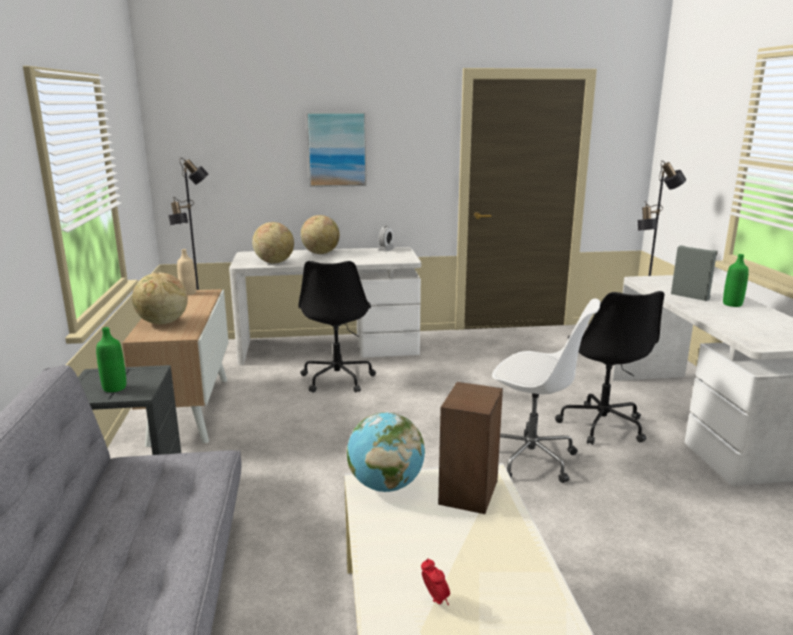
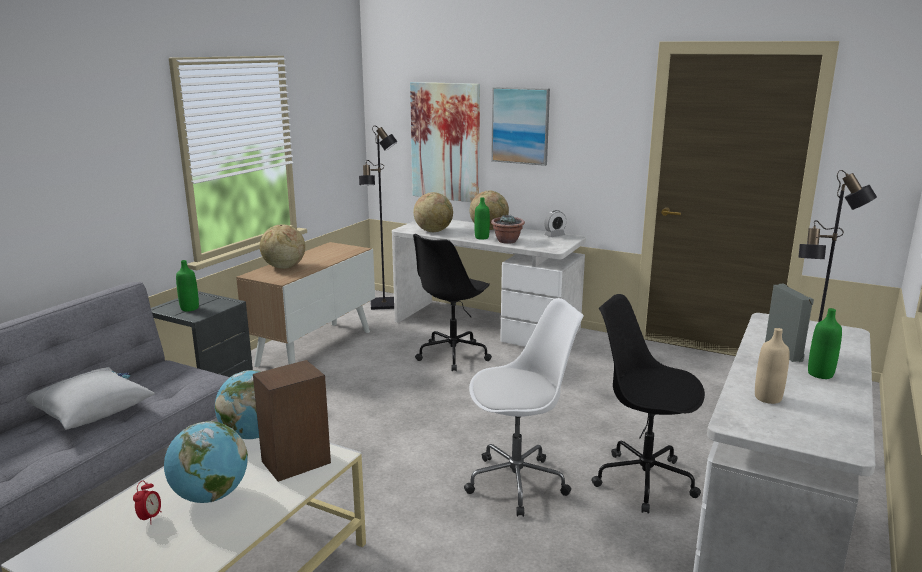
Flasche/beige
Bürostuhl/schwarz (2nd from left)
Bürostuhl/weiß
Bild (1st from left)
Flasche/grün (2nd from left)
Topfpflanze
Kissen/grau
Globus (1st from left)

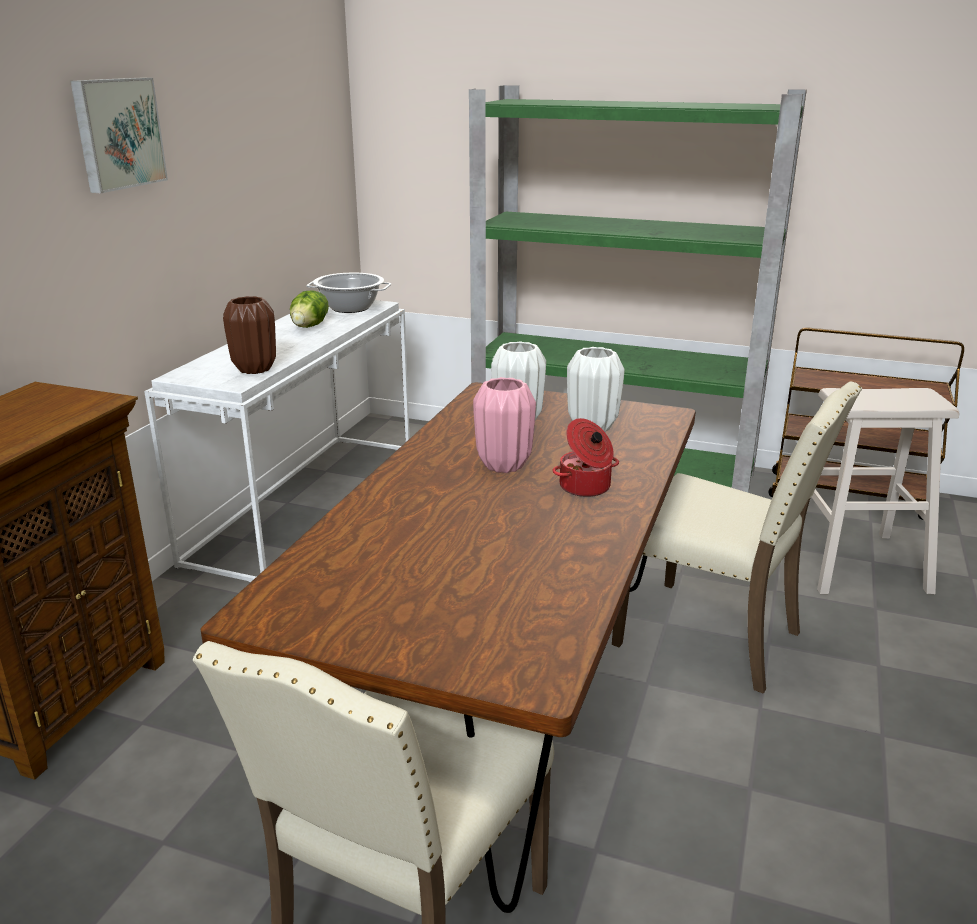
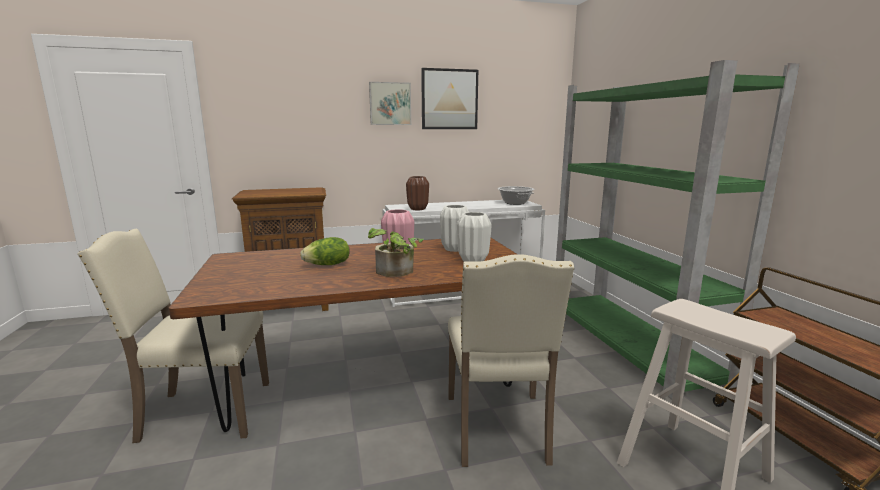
Salatkopf
Topfpflanze
Bild (2nd from left)

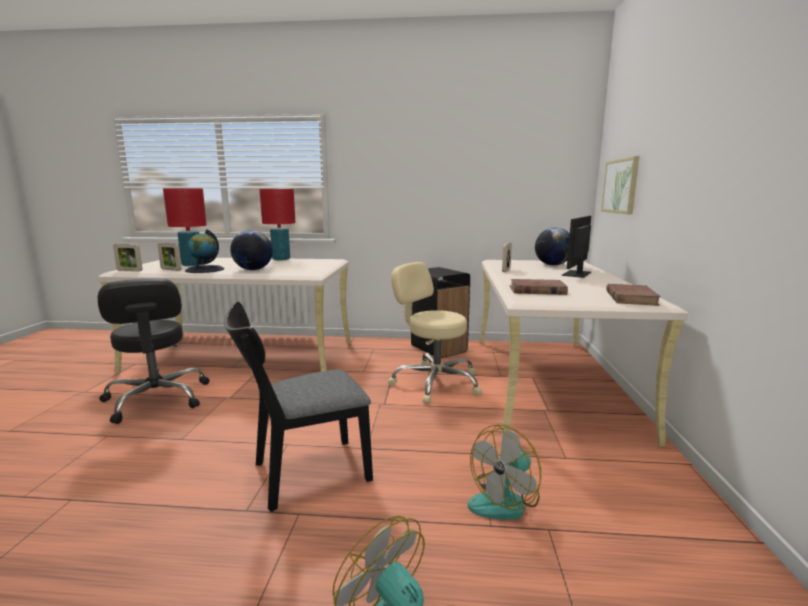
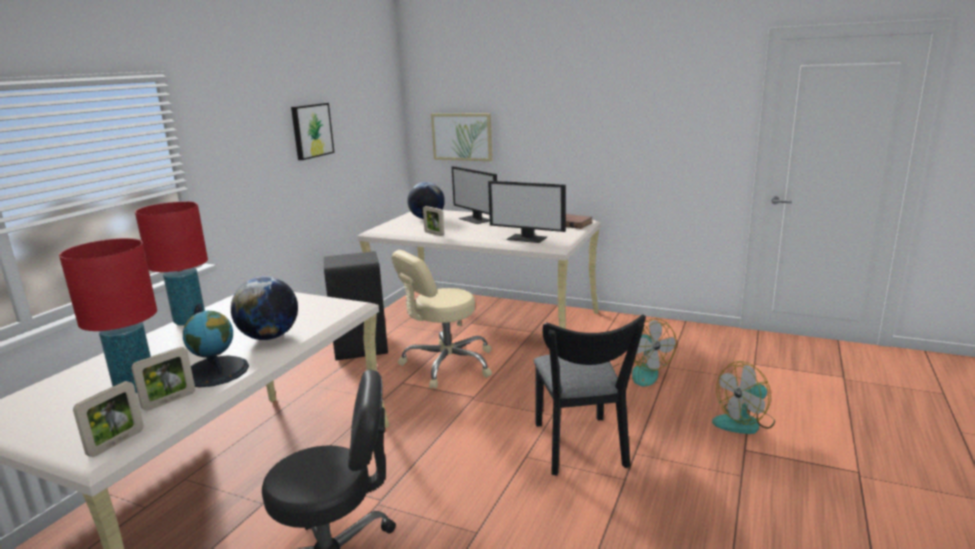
Monitor (2nd from left)
Bild (1st from left)

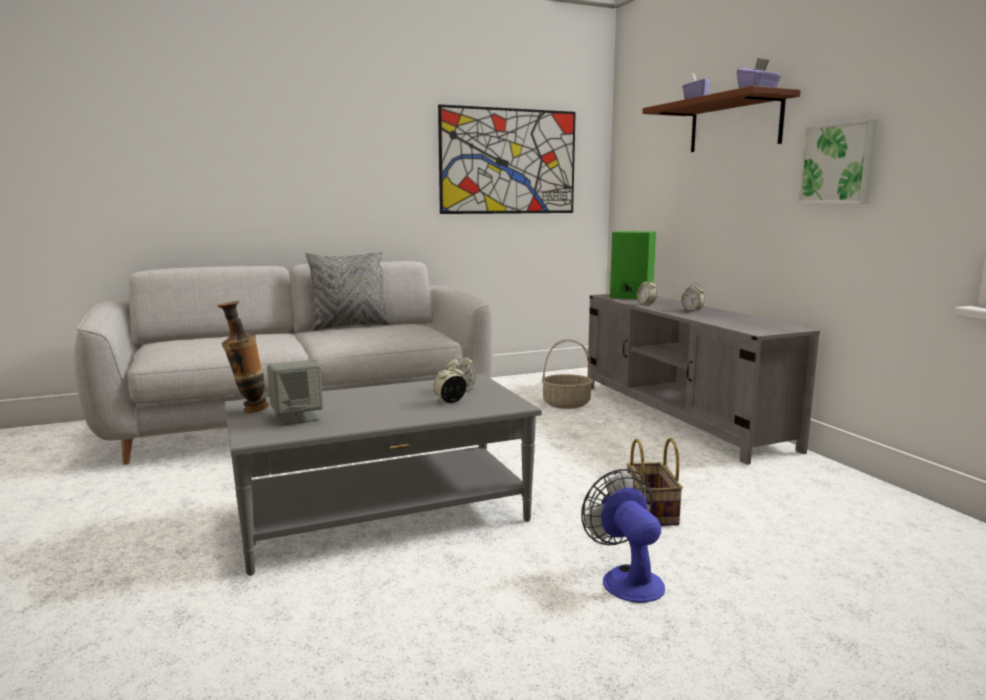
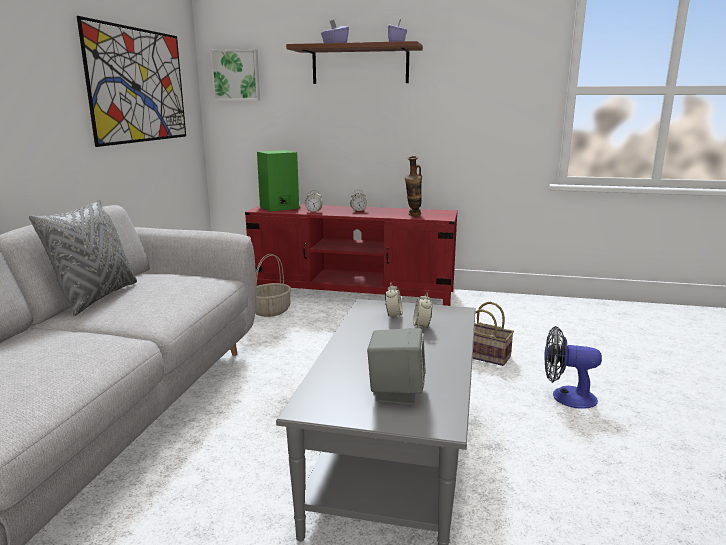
Bild (2nd from left)
Fernsehschrank/rot
Vase

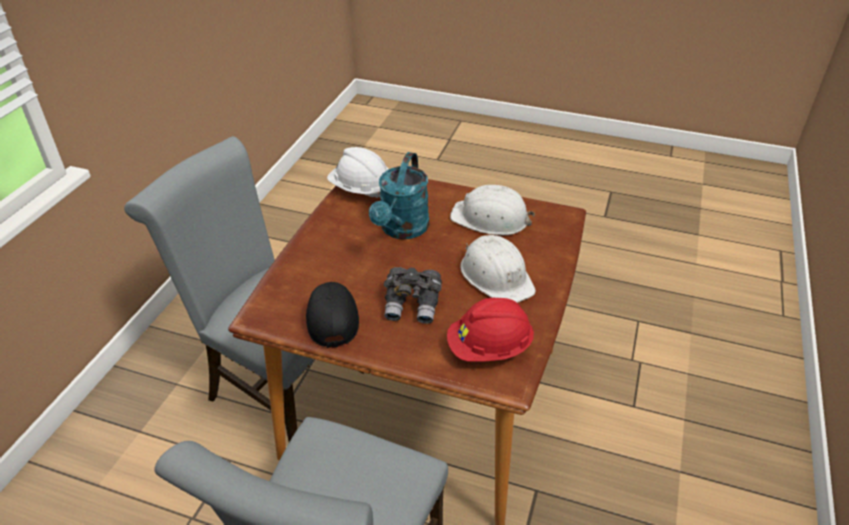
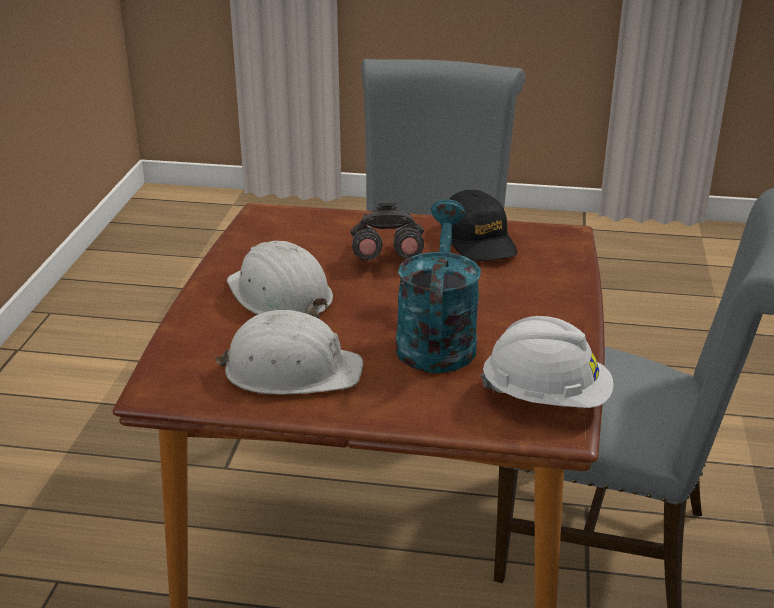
Schutzhelm/rot

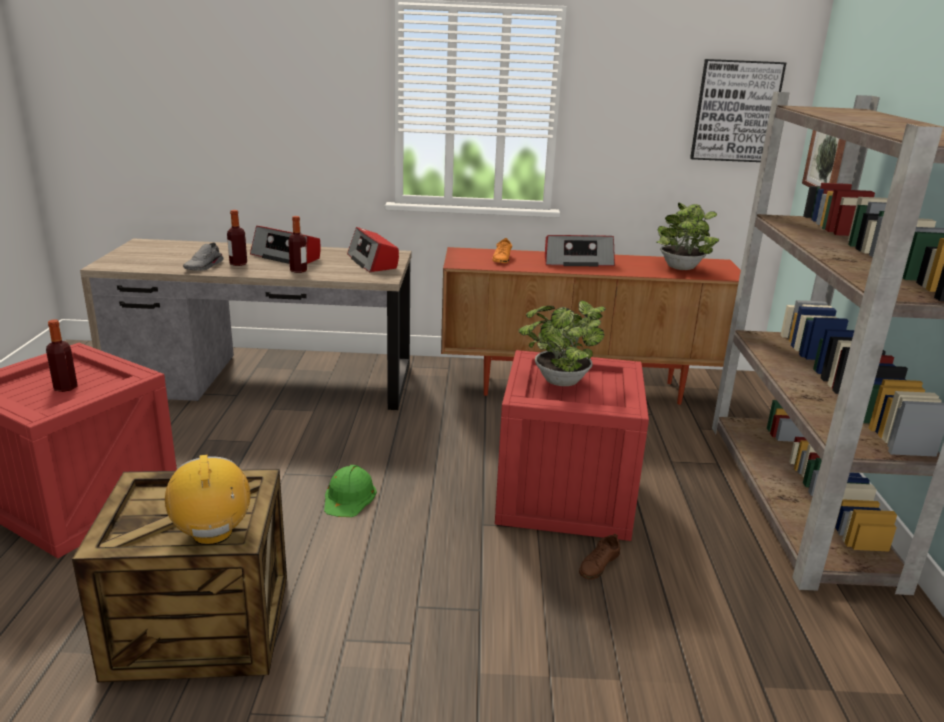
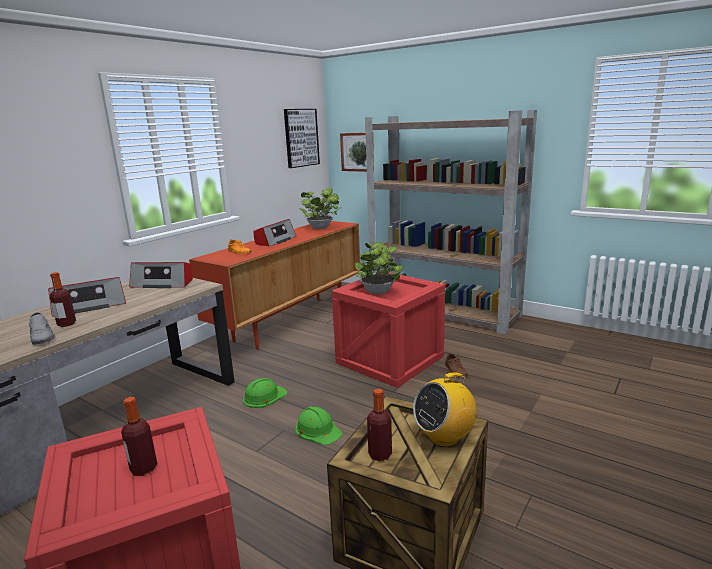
Flasche (3rd from left)
Radio (4th from left)
Schutzhelm/grün (1st from left)

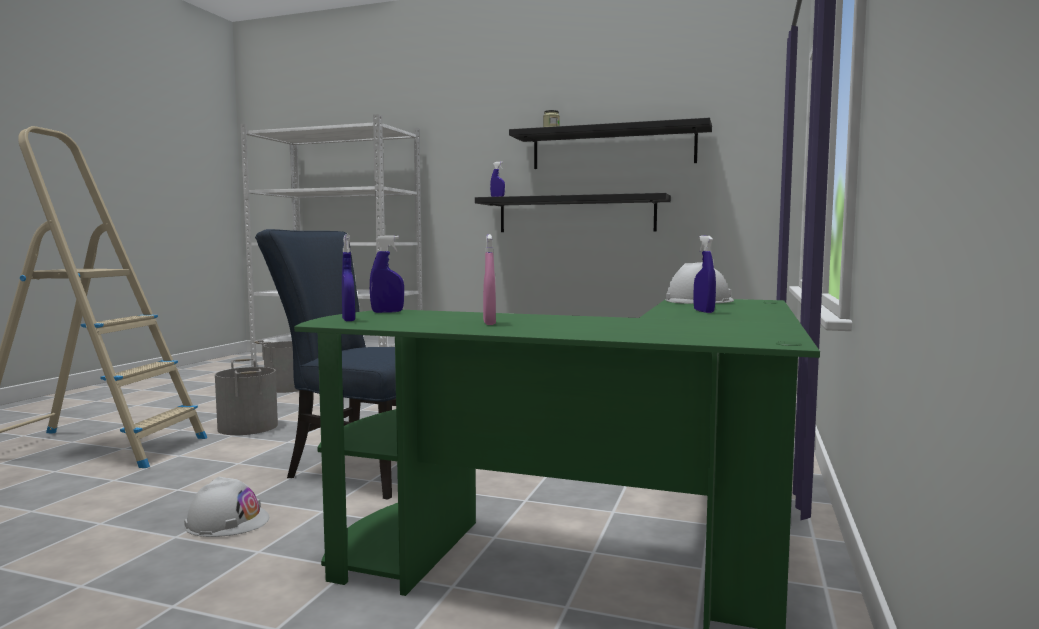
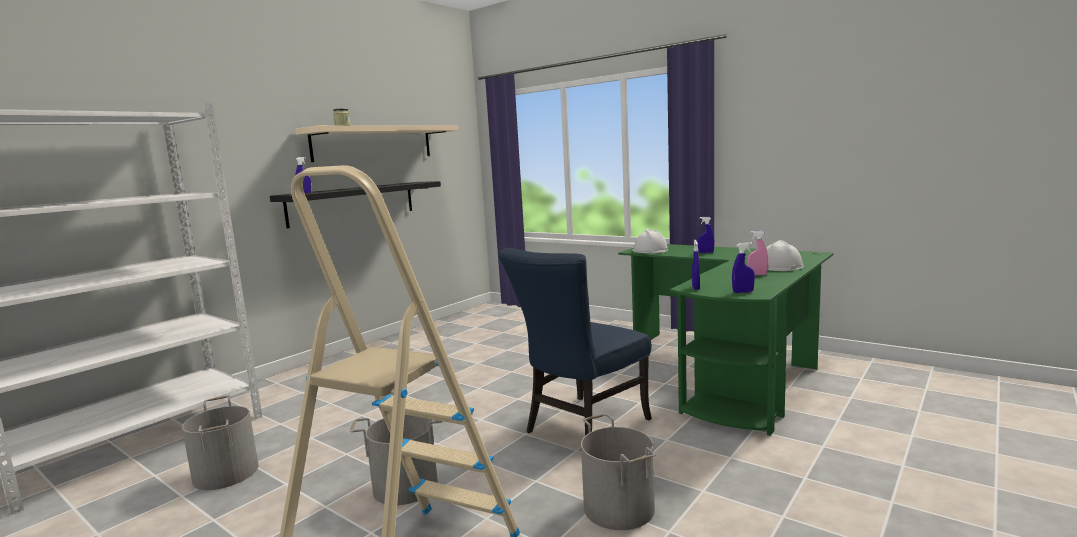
Wandregal/beige
Schutzhelm/weiß (2nd from left)
Eimer/grau (3rd from left)

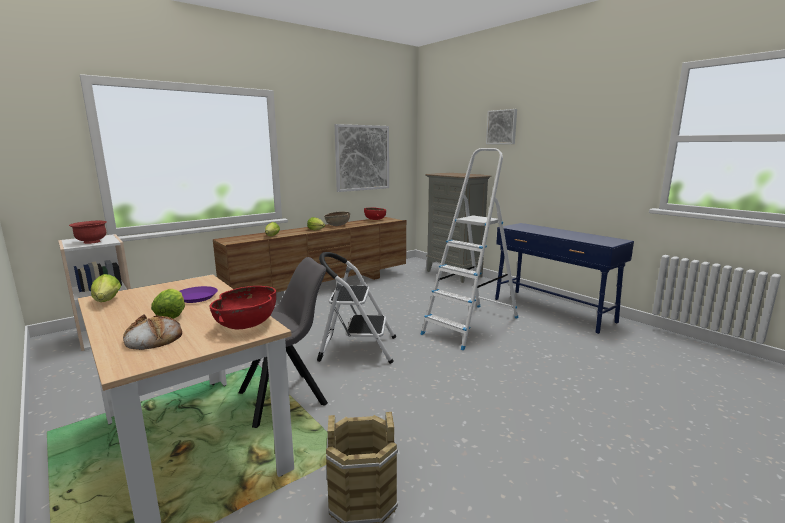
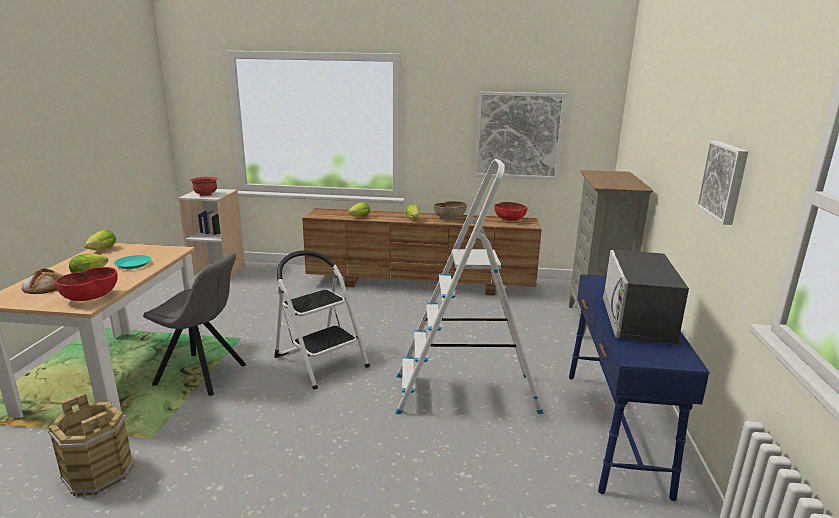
Bild (2nd from left)
Teller/türkis
Mikrowelle

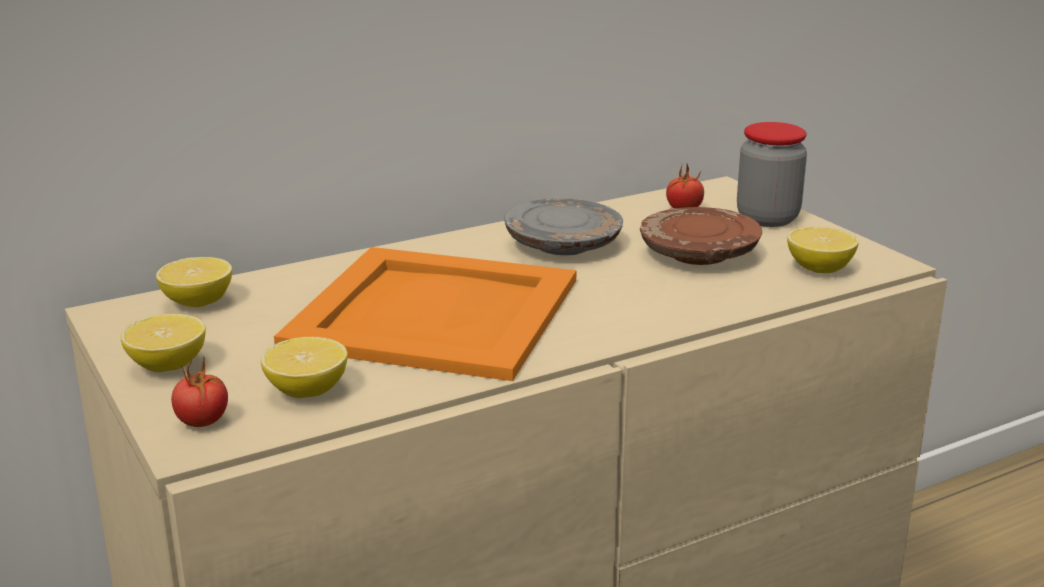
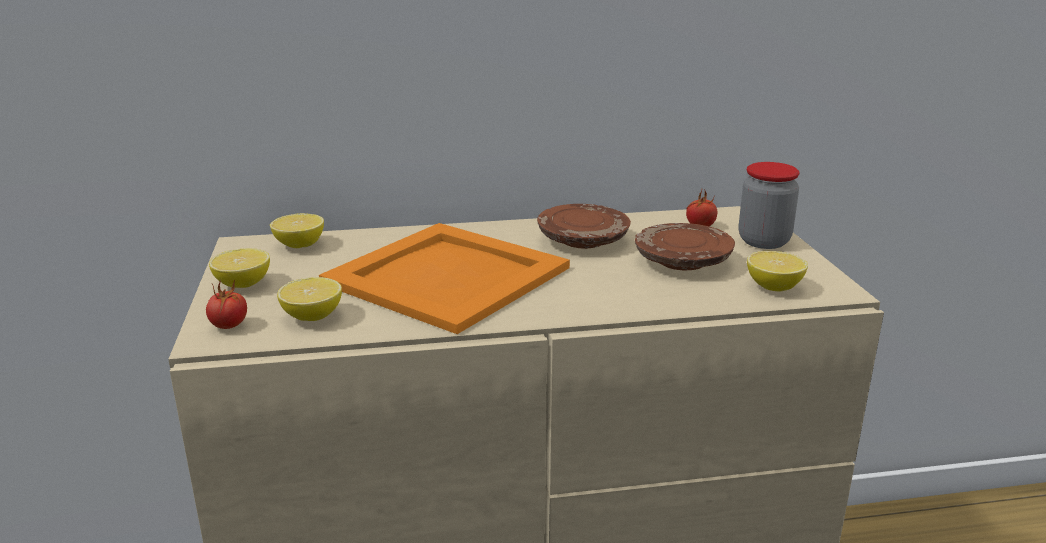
Teller/braun (1st from left)

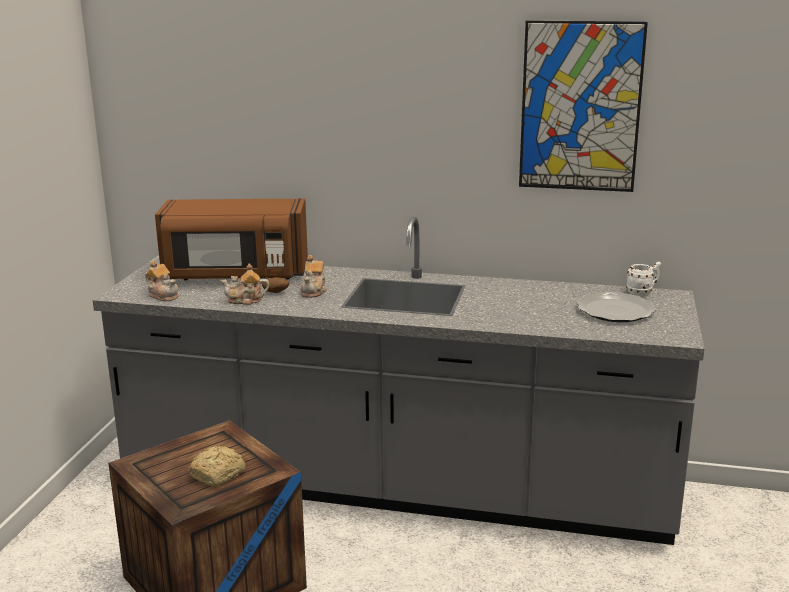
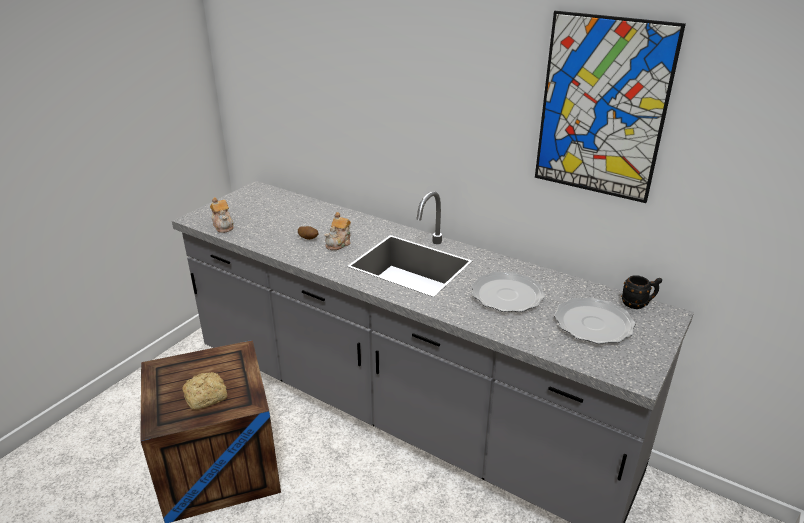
Mikrowelle/braun
Henkelbecher/schwarz
Teekanne (2nd from left in the first image)
Teller (1st from left)

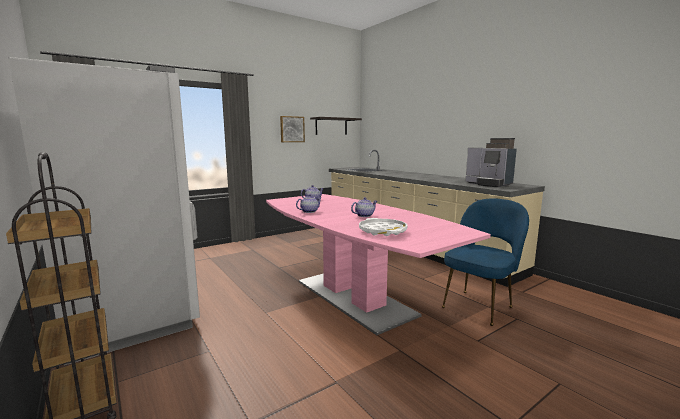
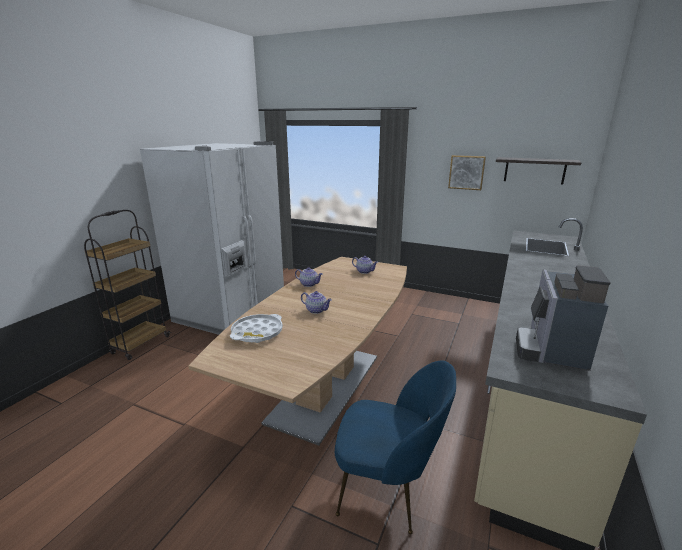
Esstisch/braun

